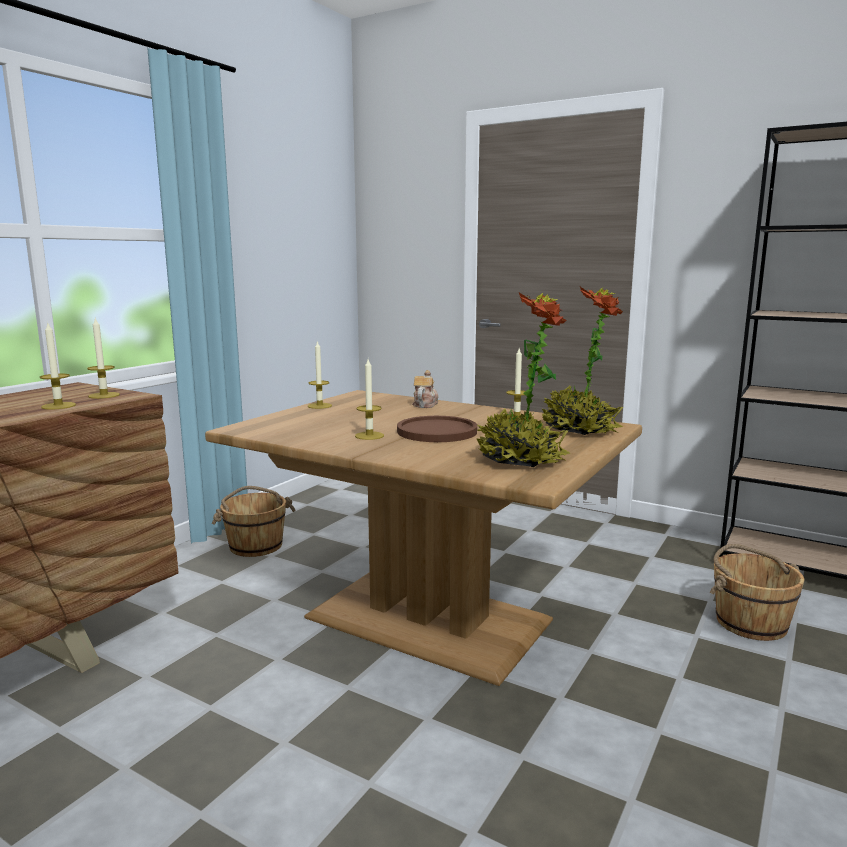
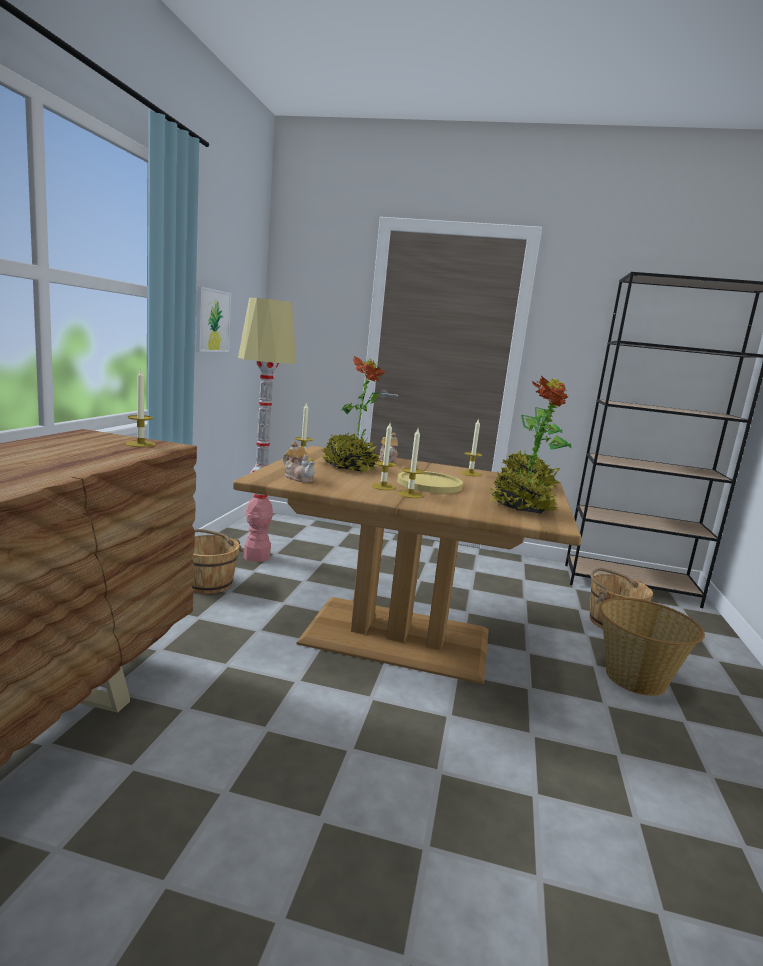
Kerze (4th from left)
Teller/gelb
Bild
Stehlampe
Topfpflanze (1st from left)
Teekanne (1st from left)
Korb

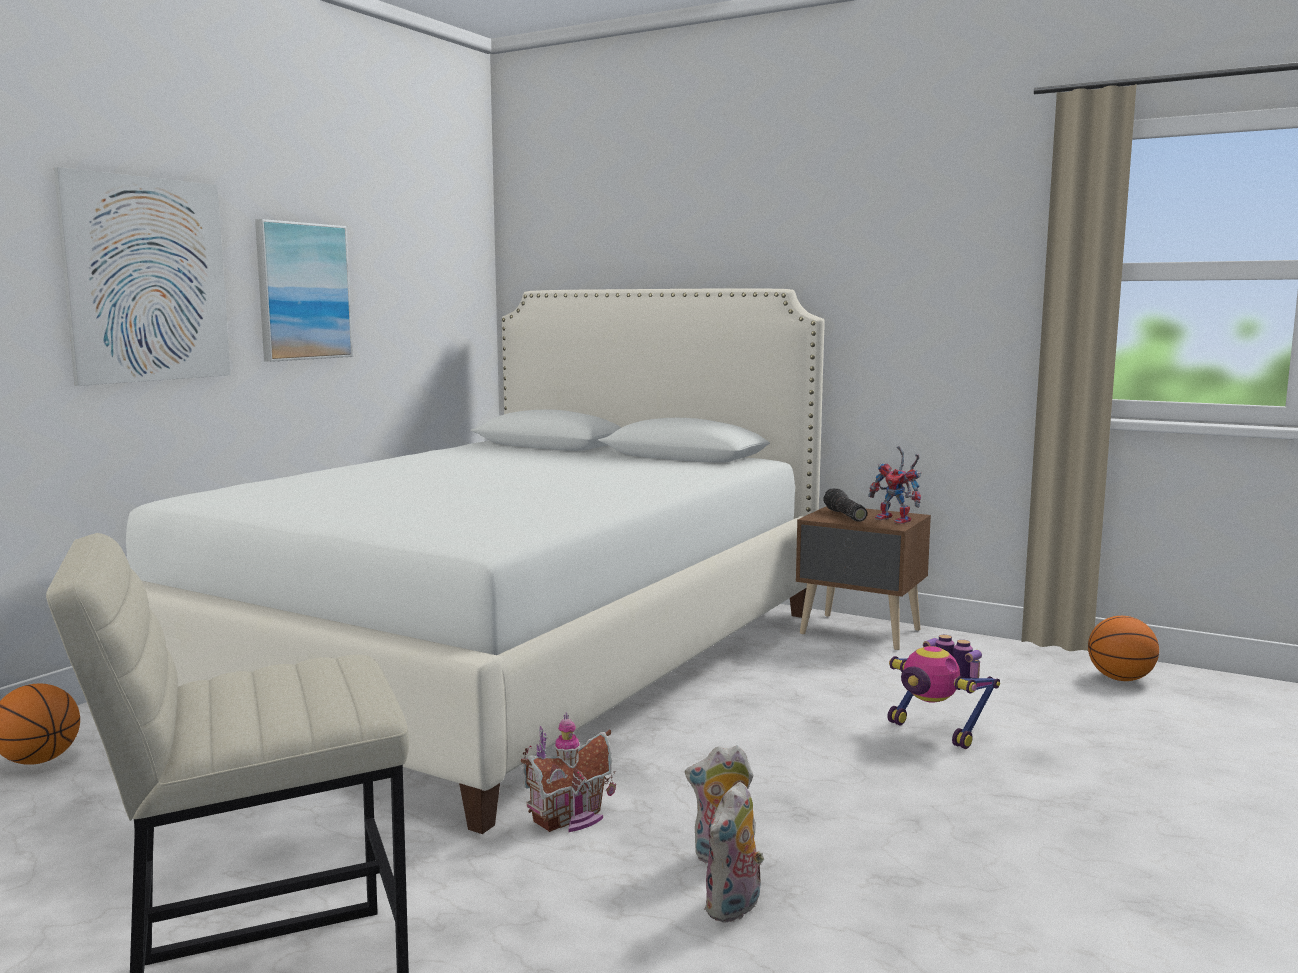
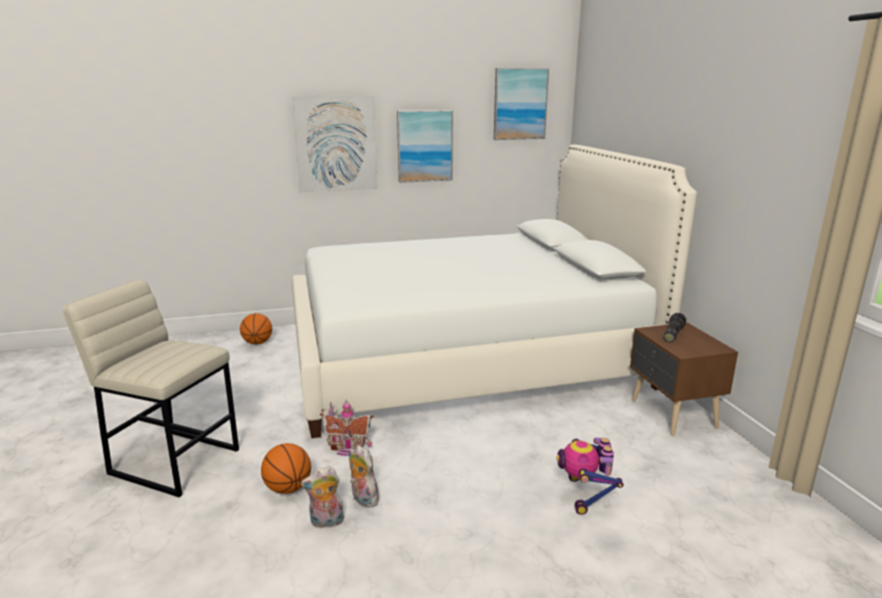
Spielzeugroboter (1st from left in the first image)
Basketball (2nd from left)
Bild (3rd from left)

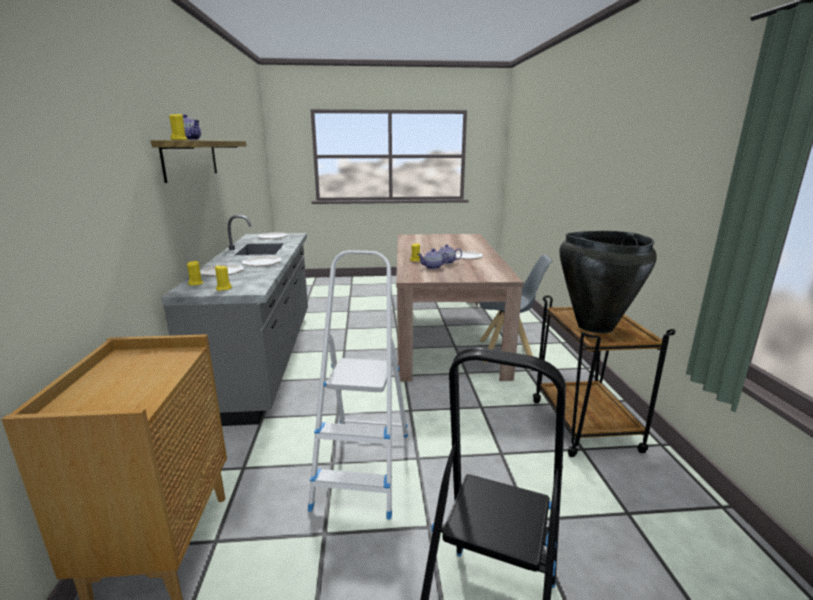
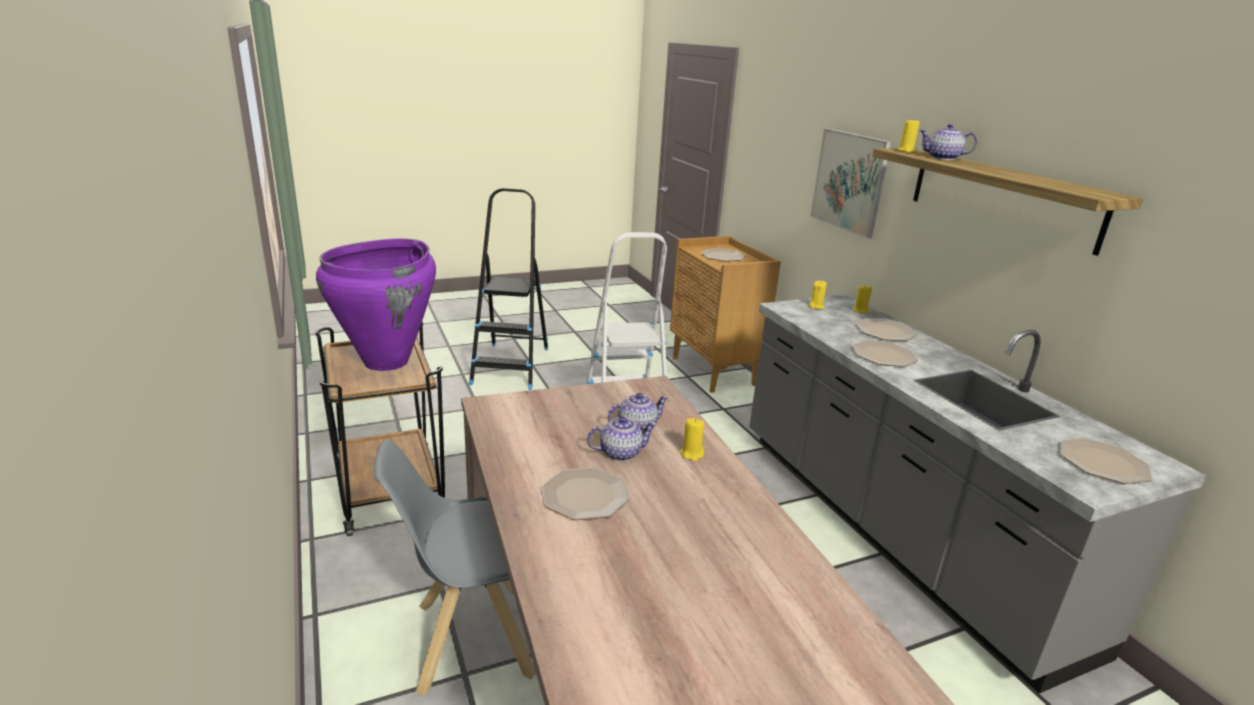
Vase/lila
Bild
Teller (2nd from left)

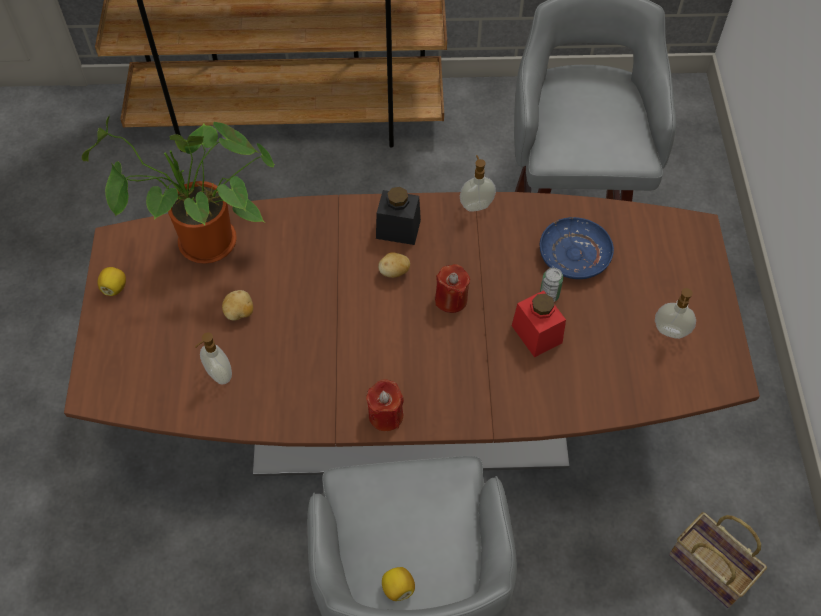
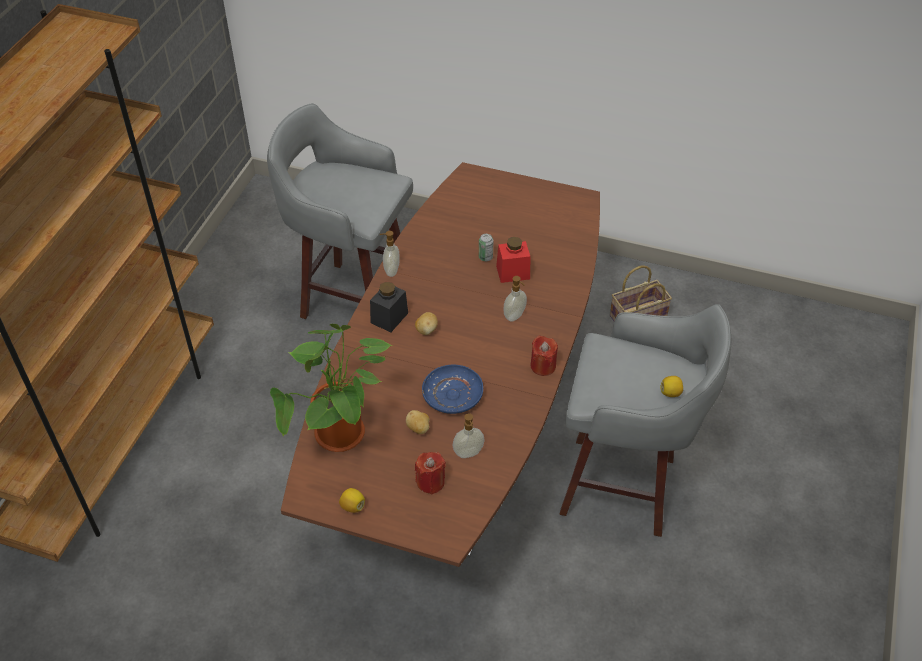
Teller/blau
Kerze/rot (1st from left)
Seifenspender (3rd from left)

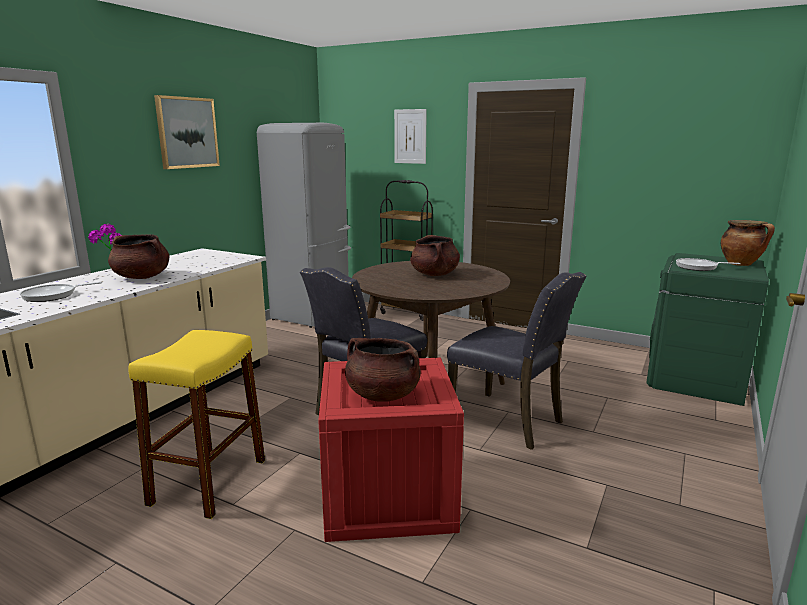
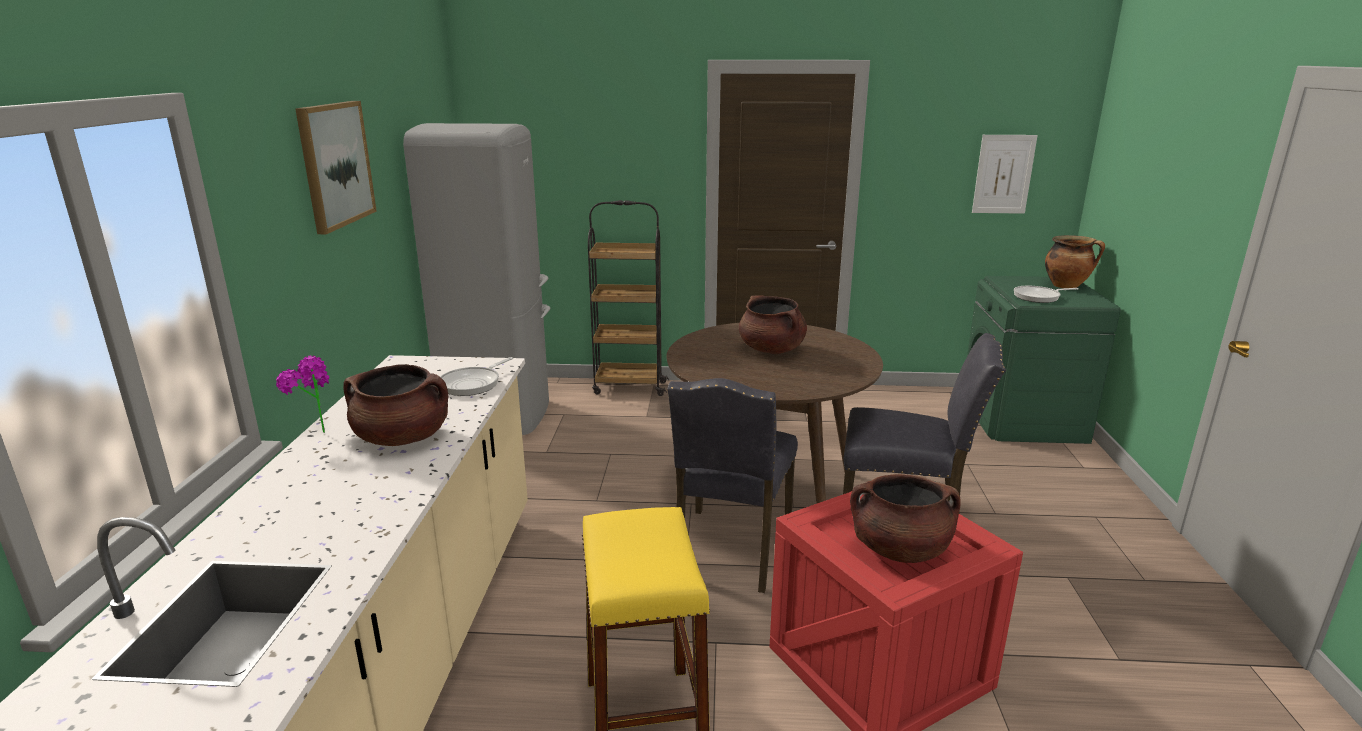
Bild (2nd from left)
Pfanne (1st from left)

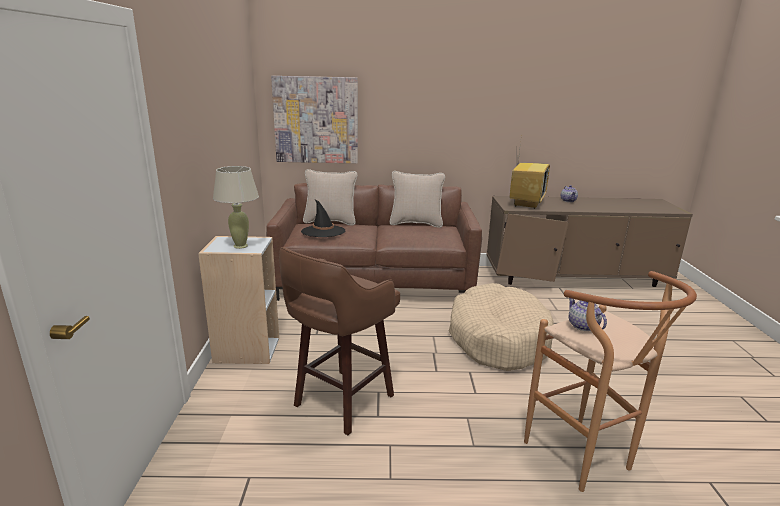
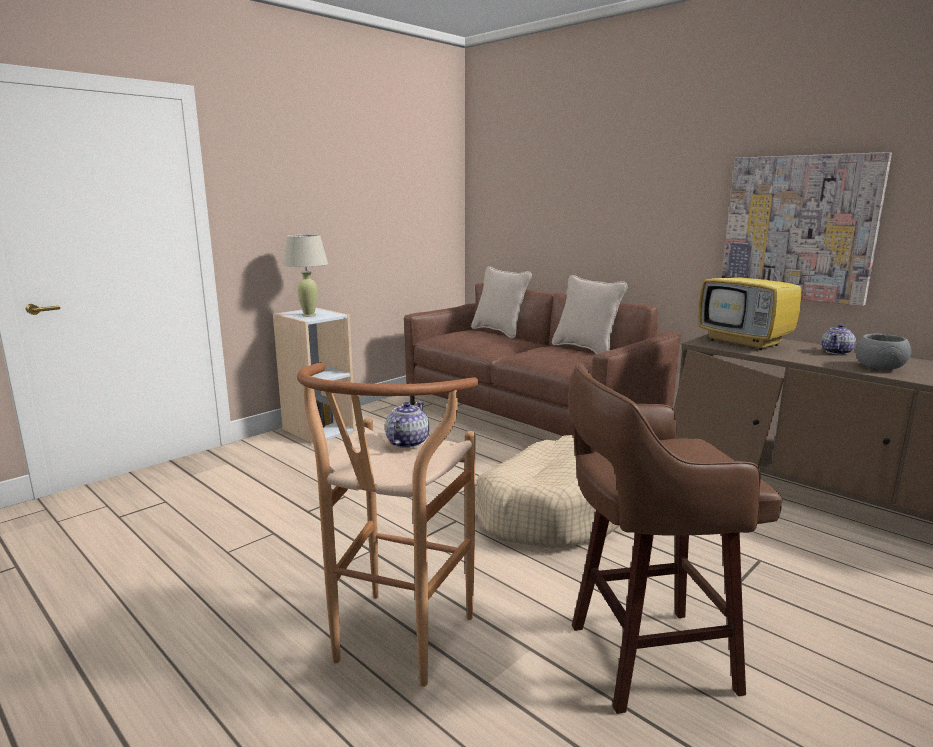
Bild
Fernseher
Hut/schwarz
Hocker/braun (2nd from left)
Schüssel/grau

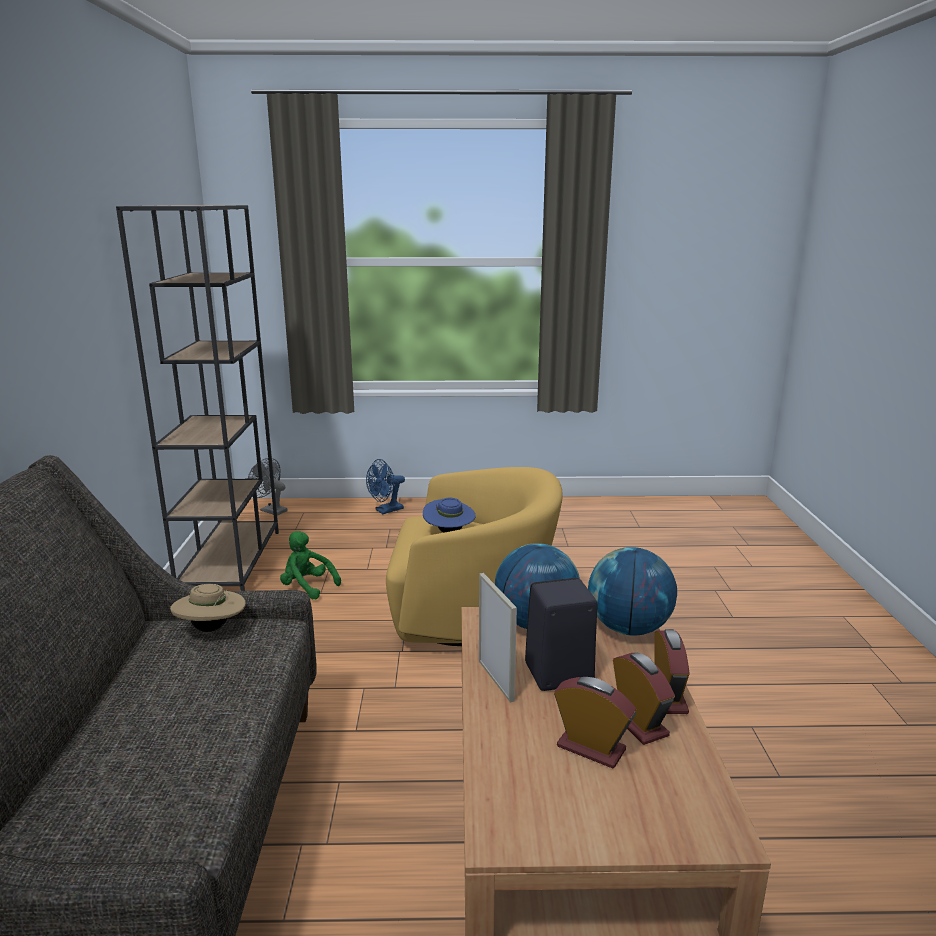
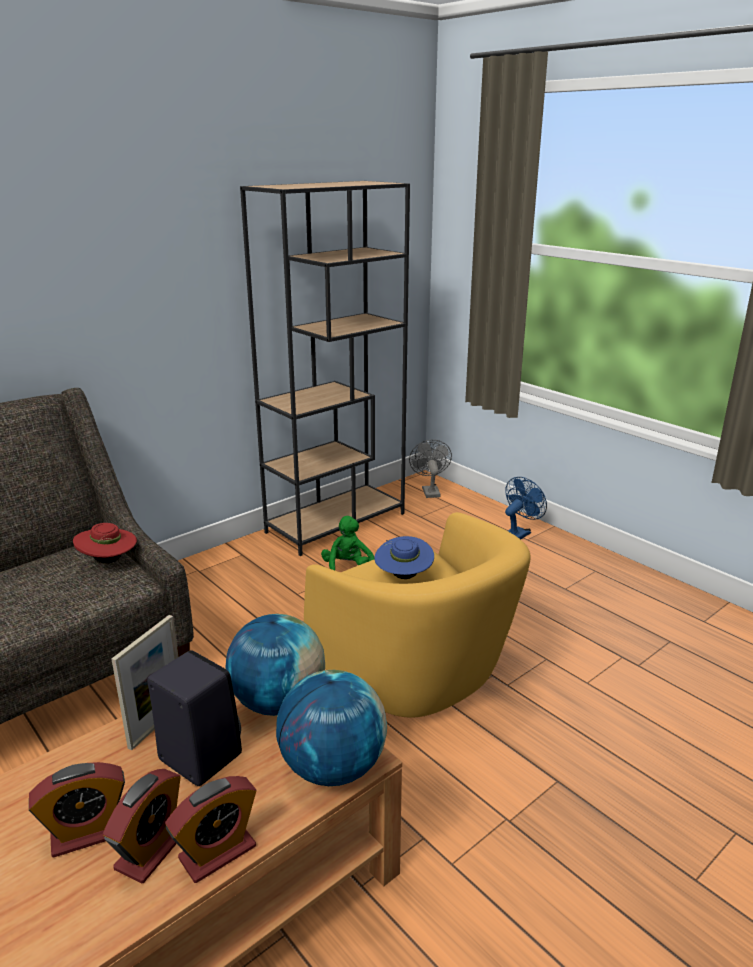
Ventilator/blau
Hut/rot
Wecker (1st from left)

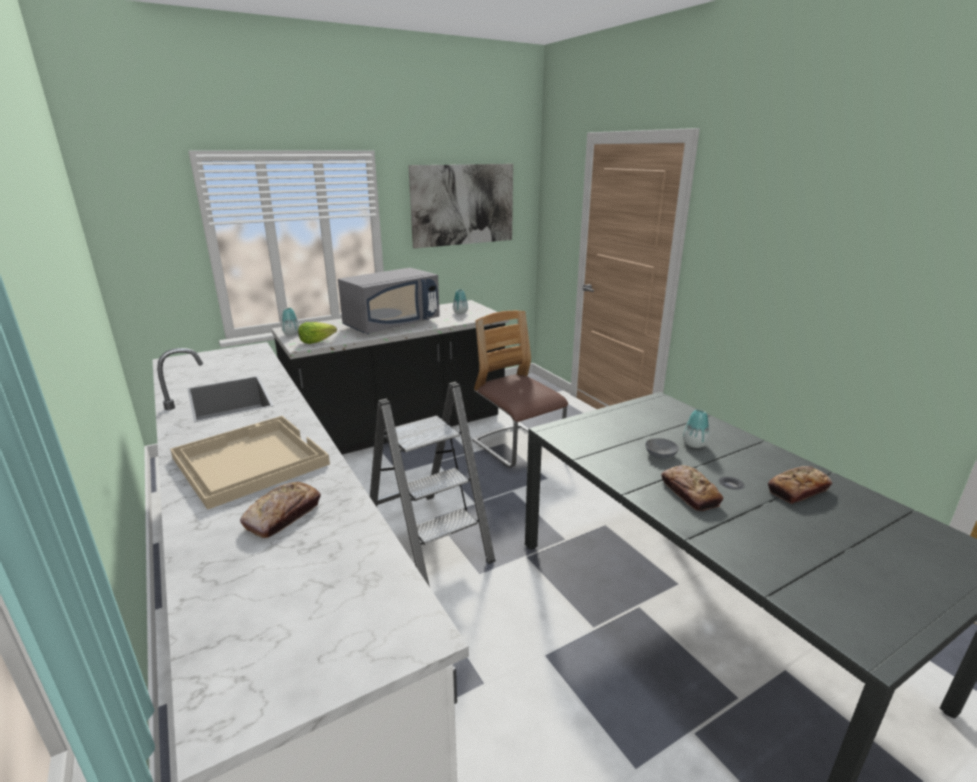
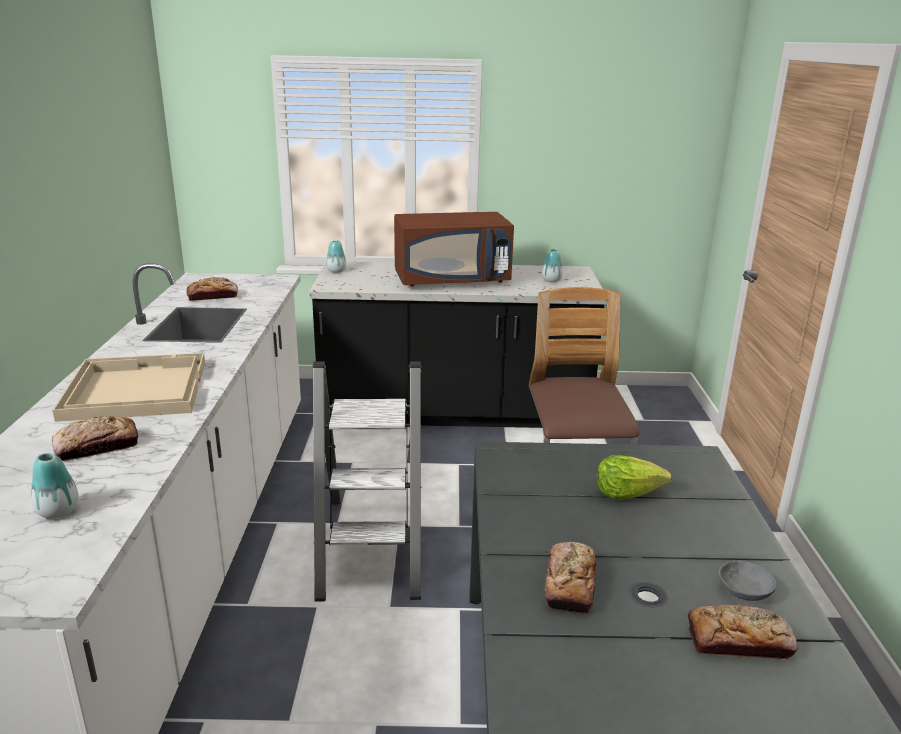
Bild
Mikrowelle/braun
Salatkopf
Vase (1st from left)
Schüssel/grau
Brot (2nd from left)

